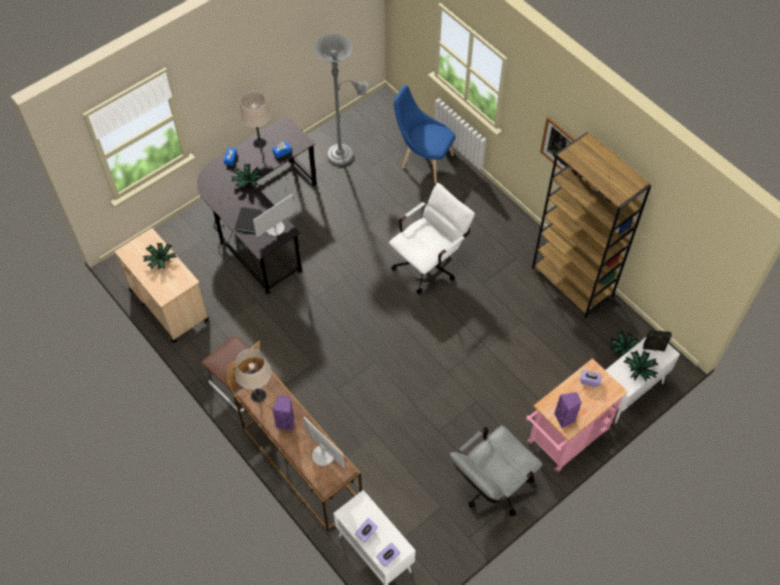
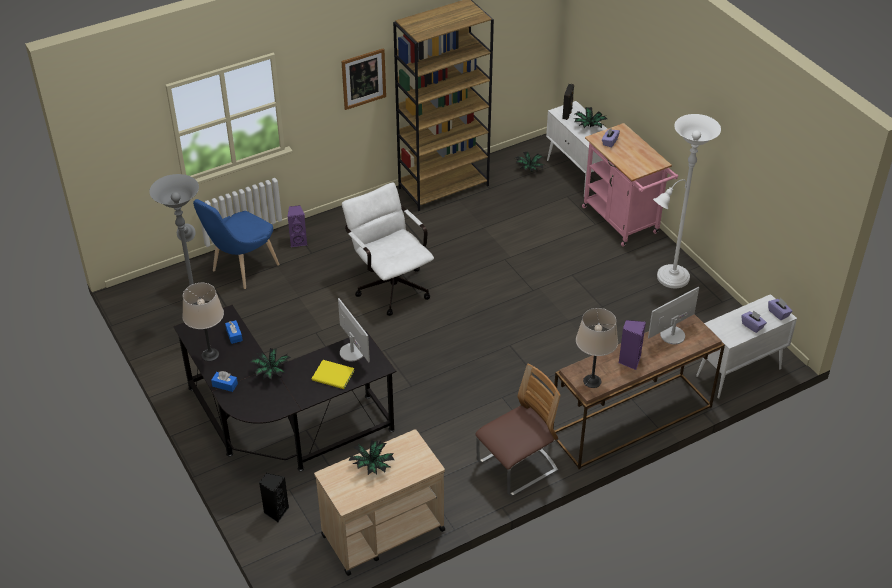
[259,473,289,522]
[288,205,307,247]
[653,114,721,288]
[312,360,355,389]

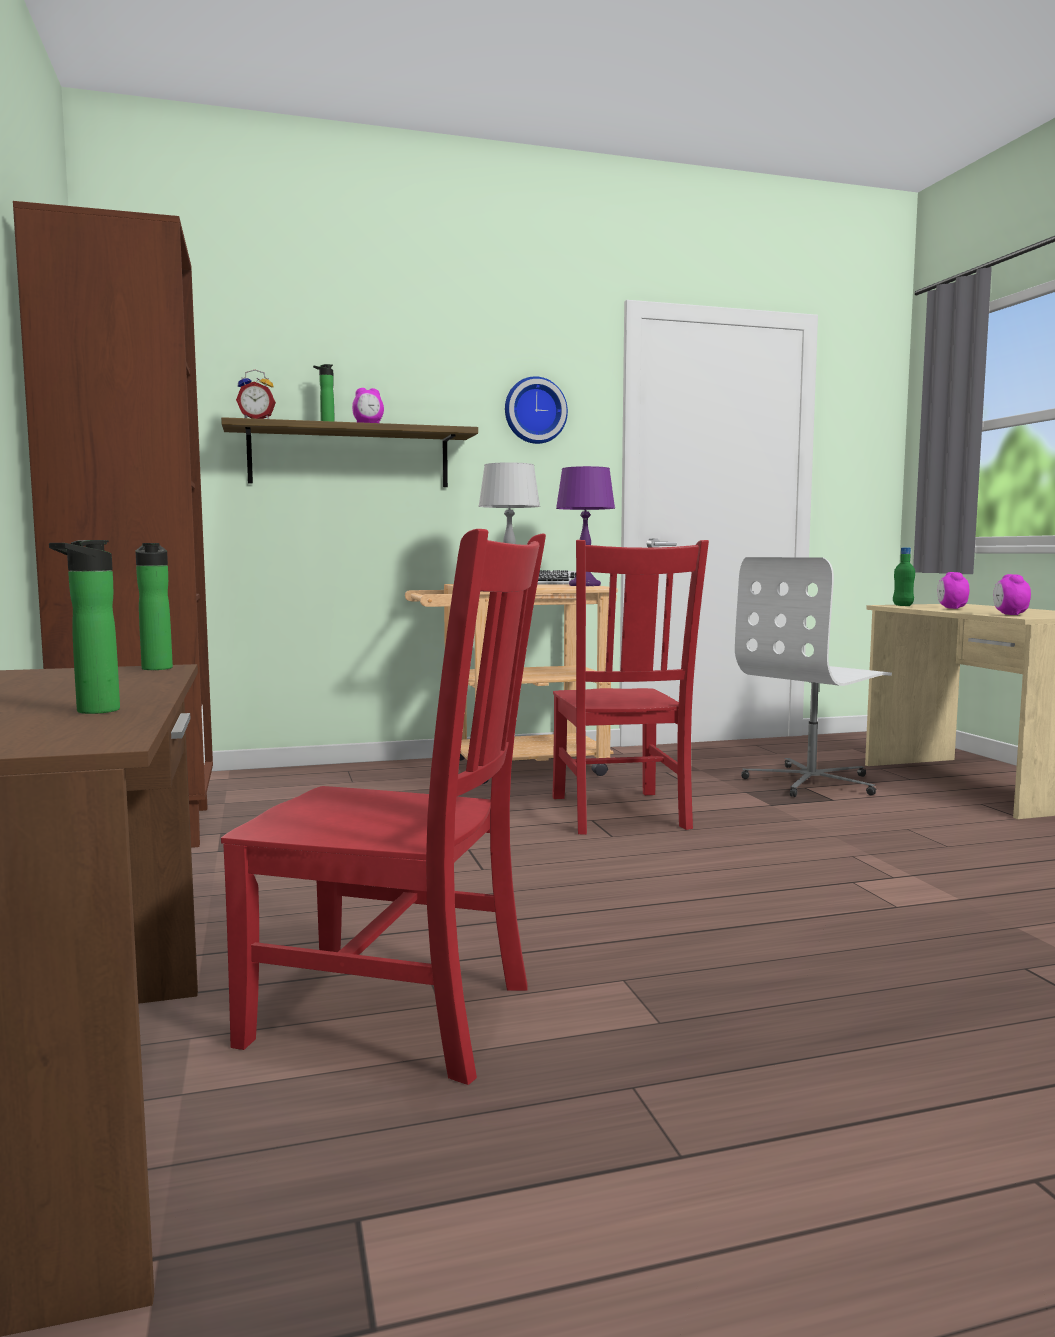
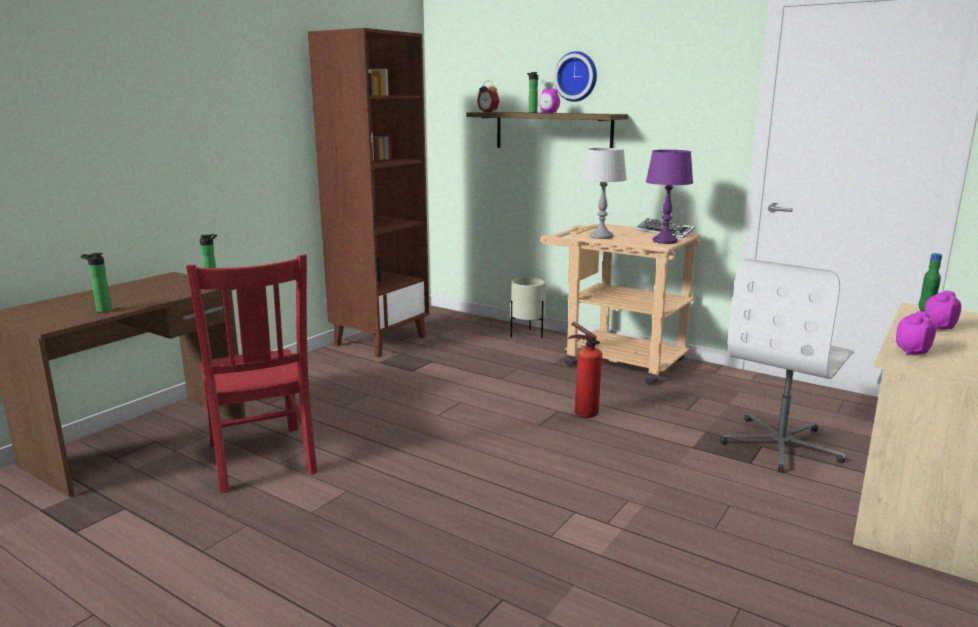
[511,277,546,338]
[554,51,597,102]
[568,322,602,418]
[720,258,854,472]

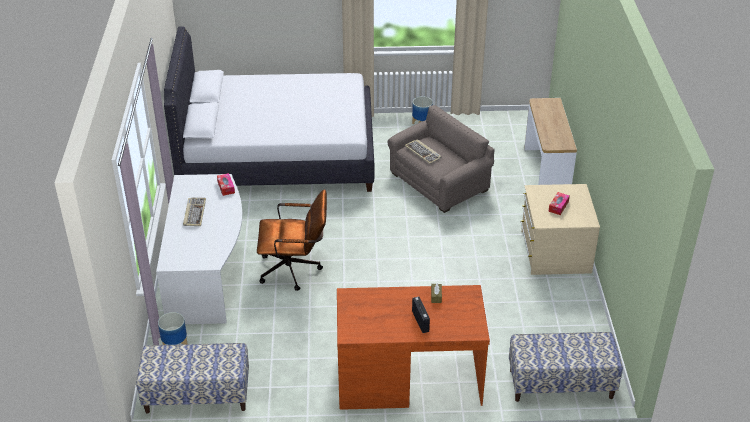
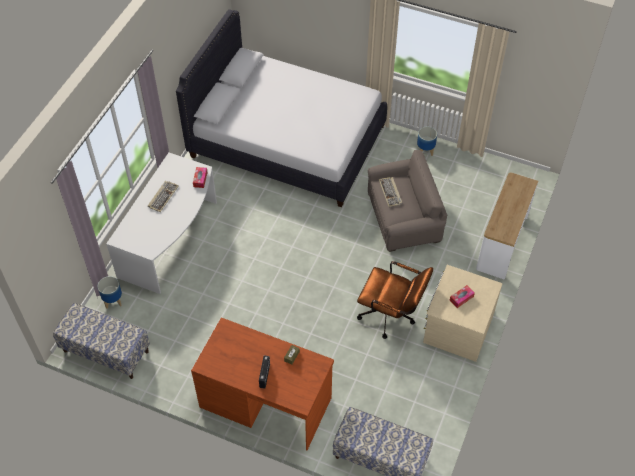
[357,261,433,339]

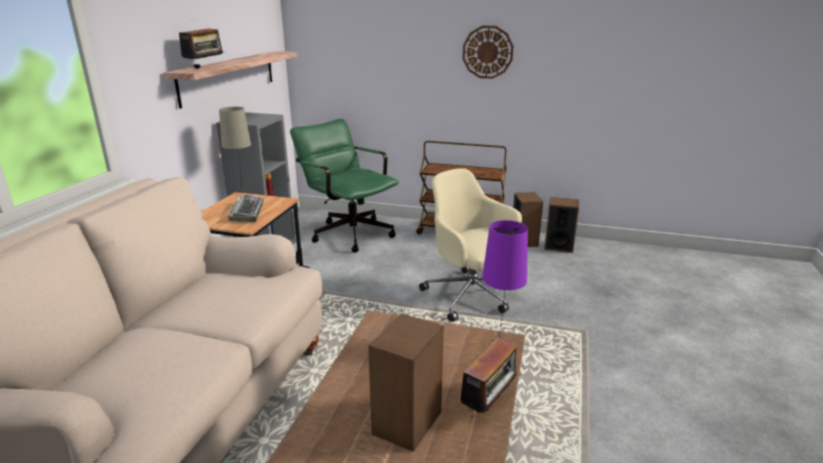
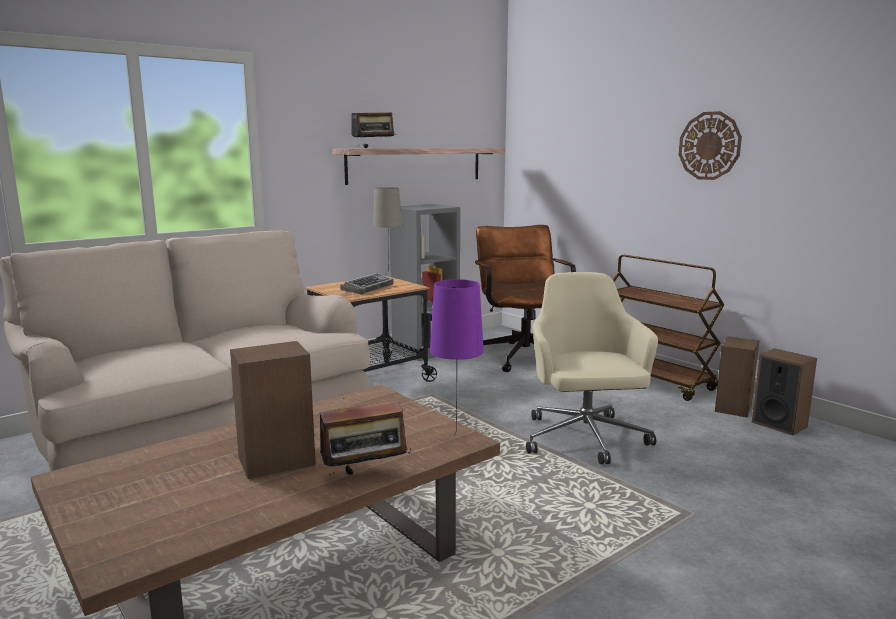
[475,225,576,372]

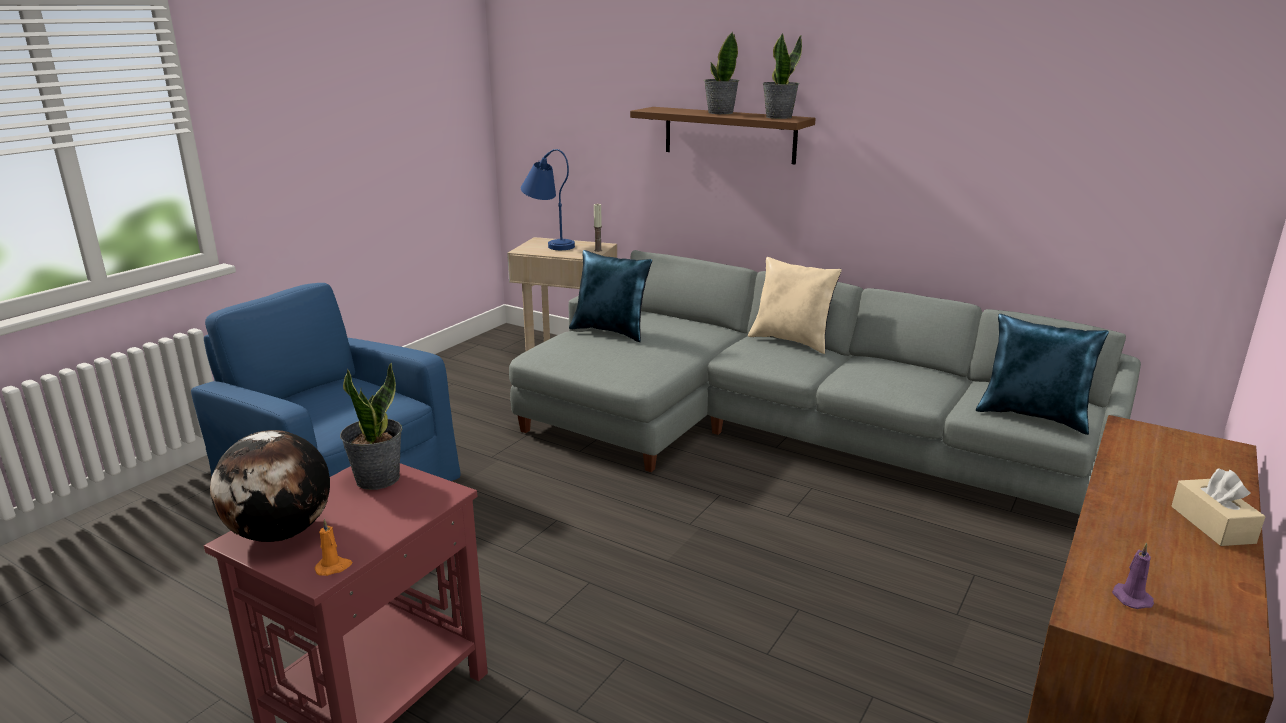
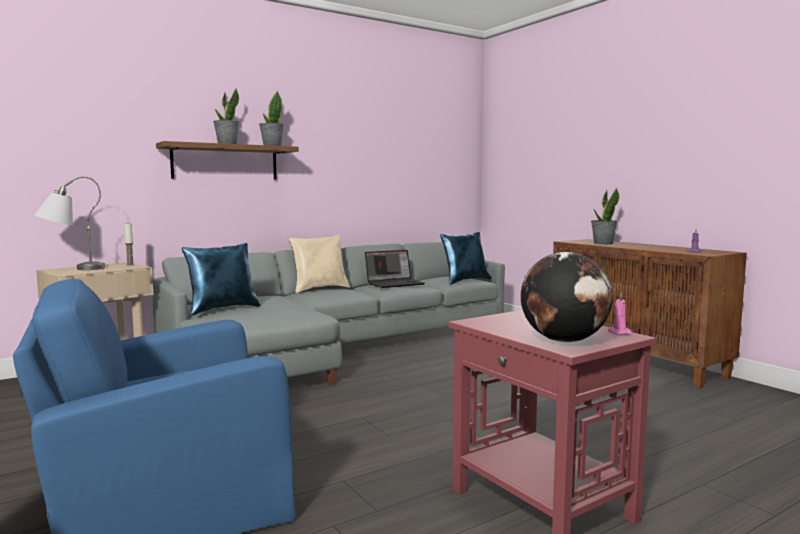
[1171,468,1266,546] (first image)
[365,250,425,288]
[591,188,619,244]
[608,292,632,335]
[34,176,105,270]

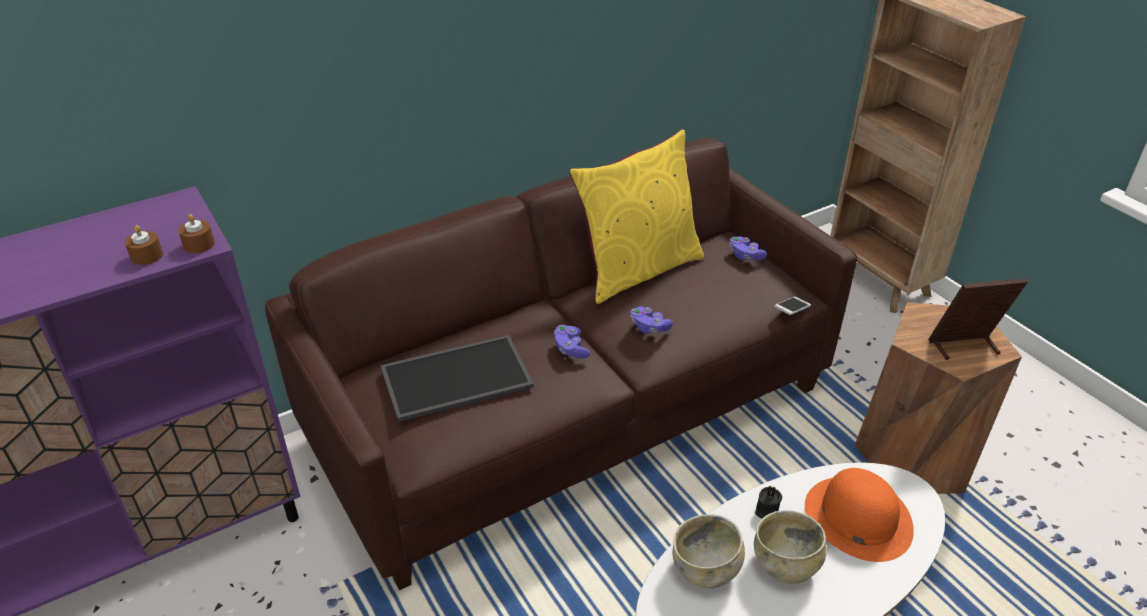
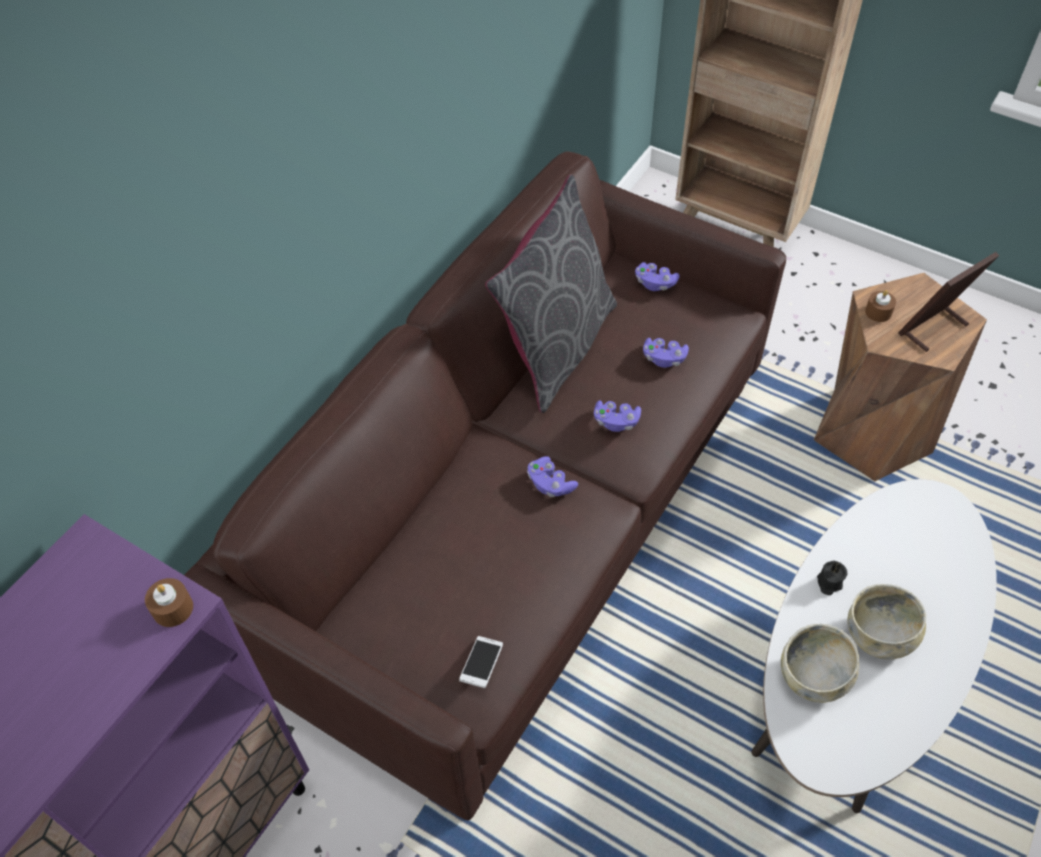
[380,335,534,422] (first image)
[805,468,914,562] (first image)
[643,338,689,368]
[865,290,896,322]
[459,636,503,688]
[485,174,617,413]

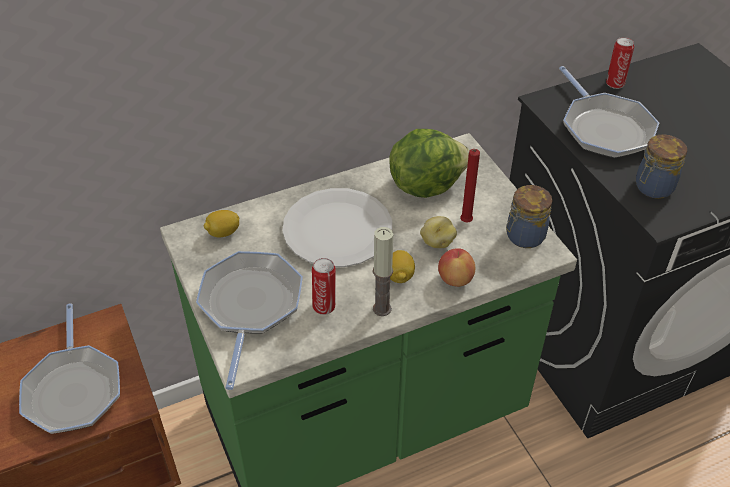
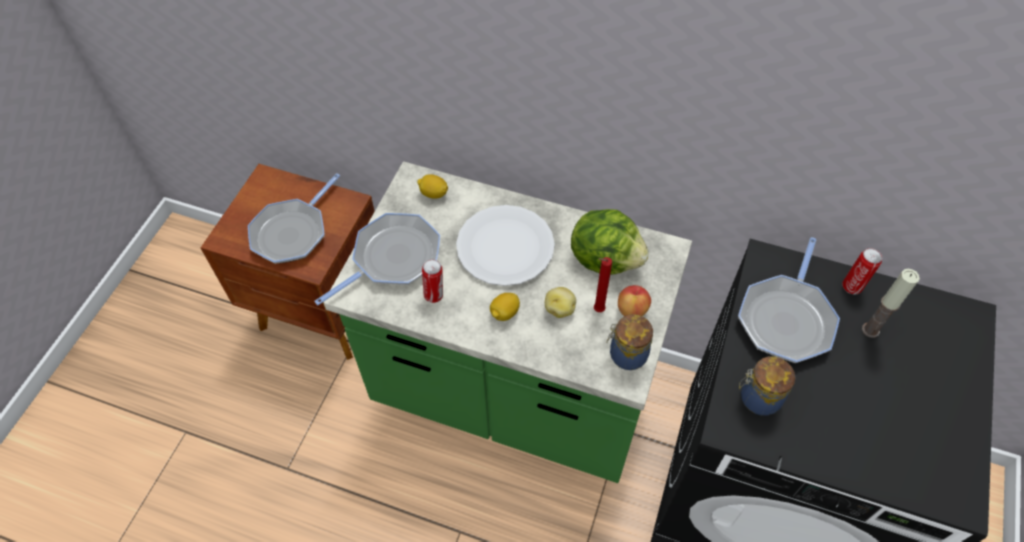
[862,269,920,338]
[618,285,651,316]

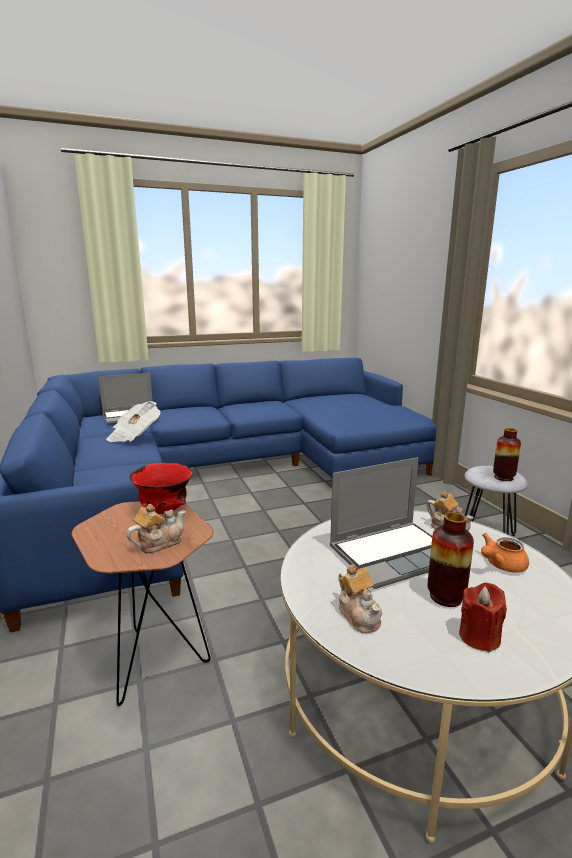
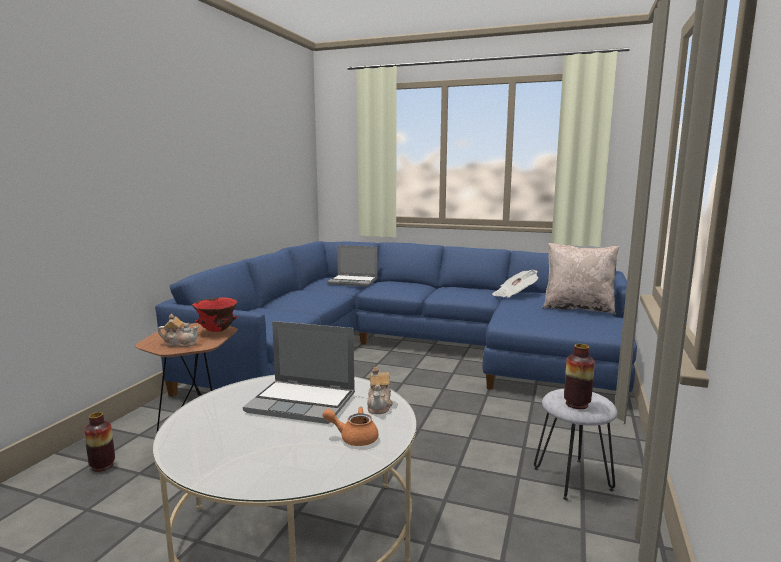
[338,564,382,633] (first image)
[459,583,507,652] (first image)
[542,243,619,314]
[492,270,538,297]
[84,412,115,472]

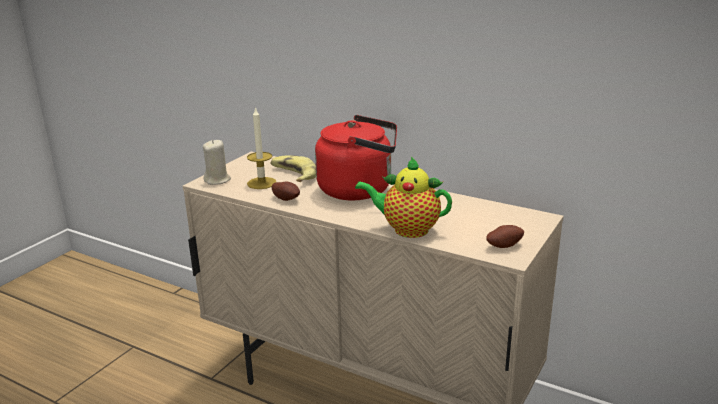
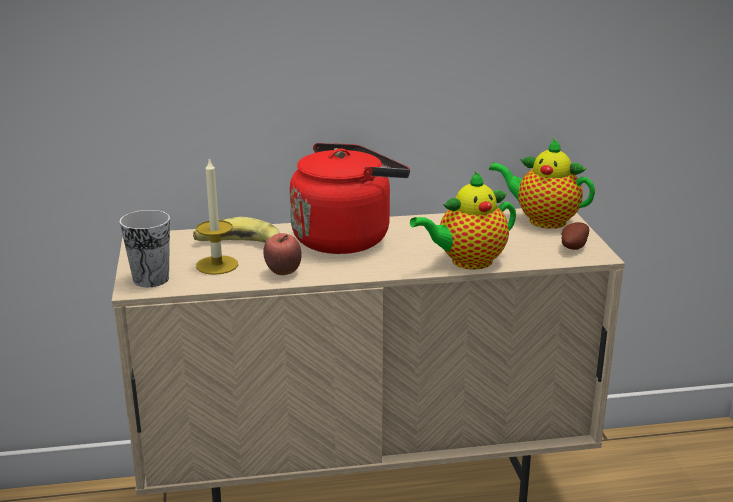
[489,138,595,229]
[120,210,170,287]
[263,233,302,275]

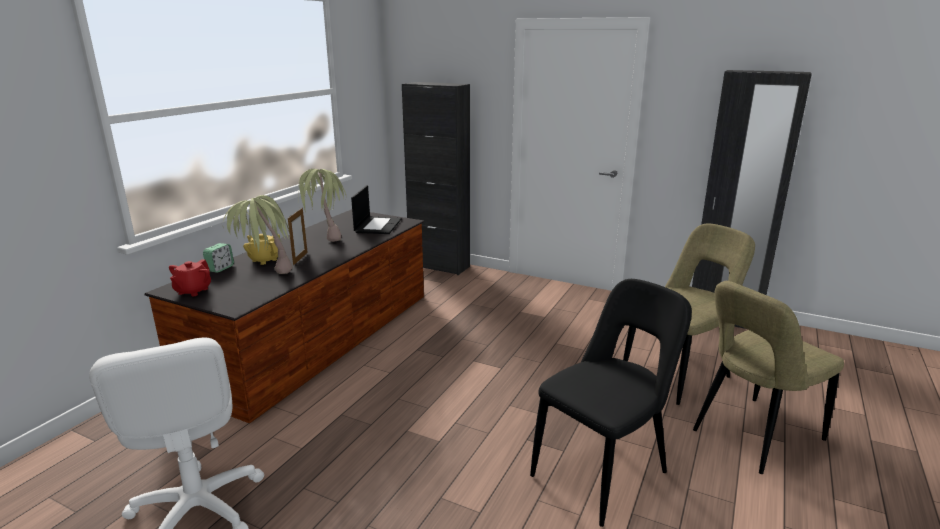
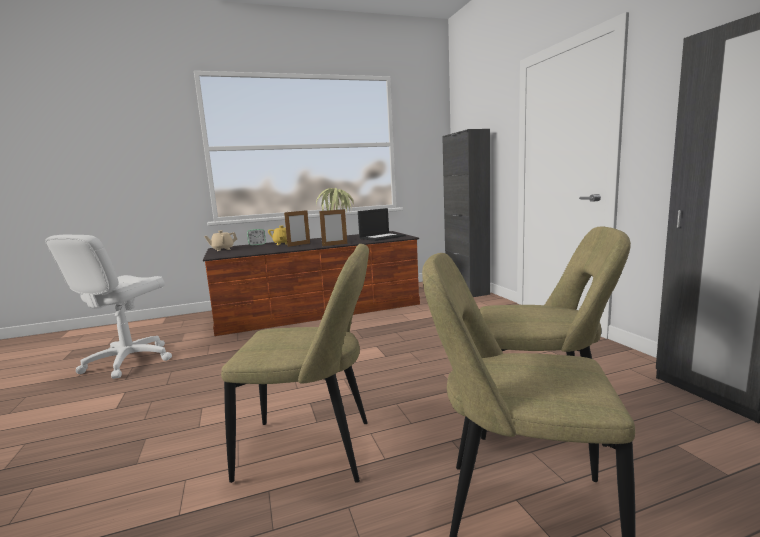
[223,195,292,274] (first image)
[319,208,347,246]
[204,230,237,251]
[221,244,369,483]

